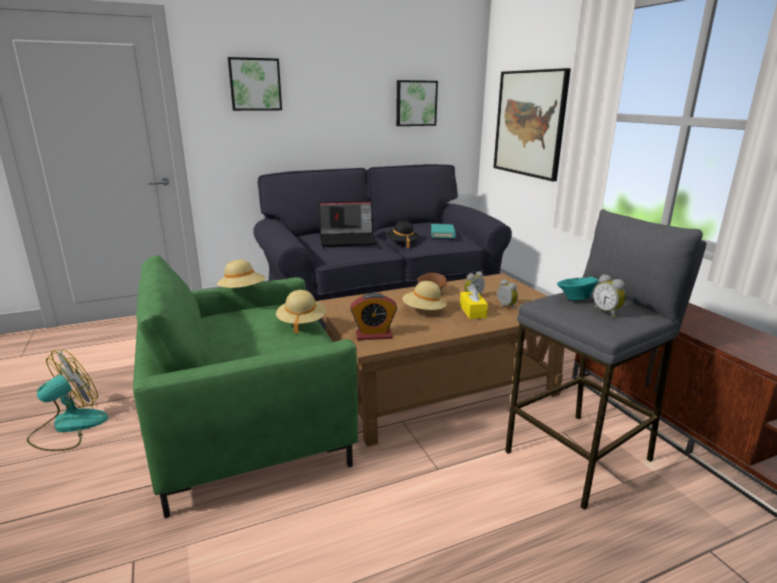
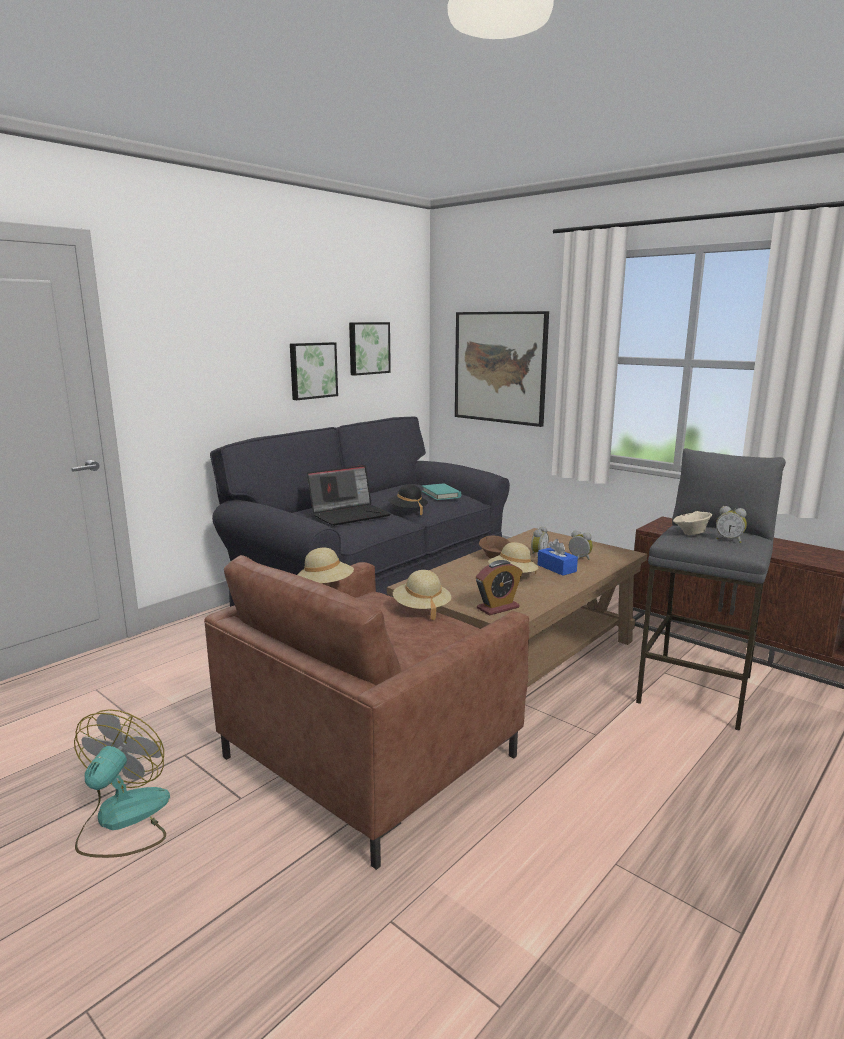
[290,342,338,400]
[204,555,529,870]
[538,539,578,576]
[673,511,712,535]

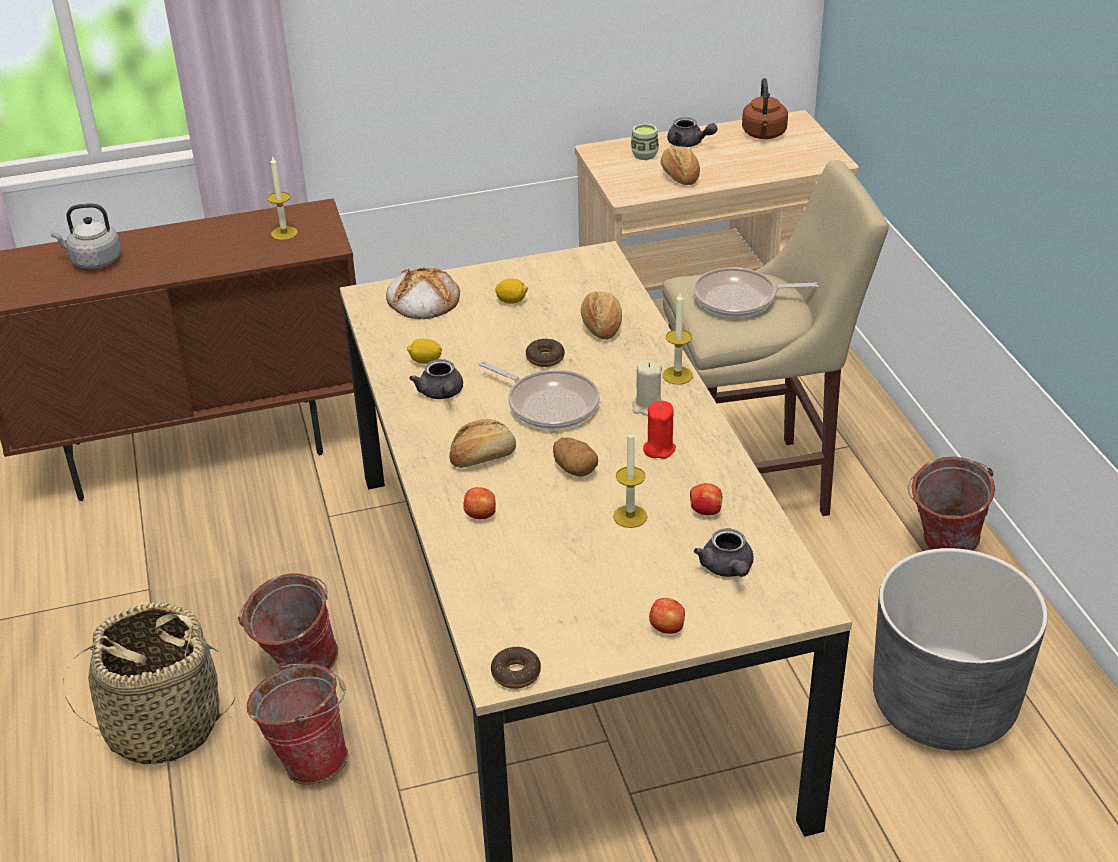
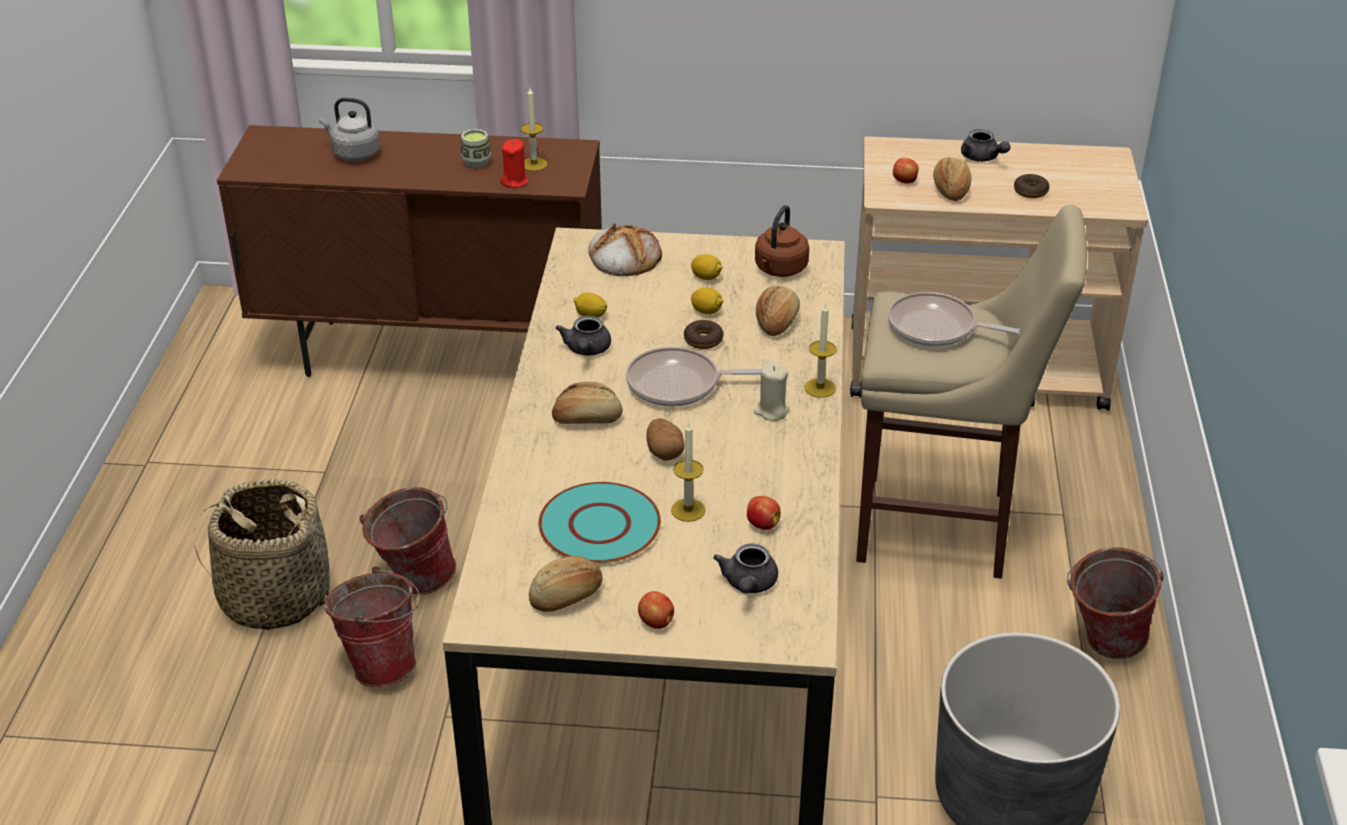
[529,556,603,612]
[538,482,661,563]
[691,288,724,314]
[893,158,919,184]
[1014,174,1049,198]
[461,129,491,168]
[501,139,528,188]
[755,205,809,277]
[626,347,762,407]

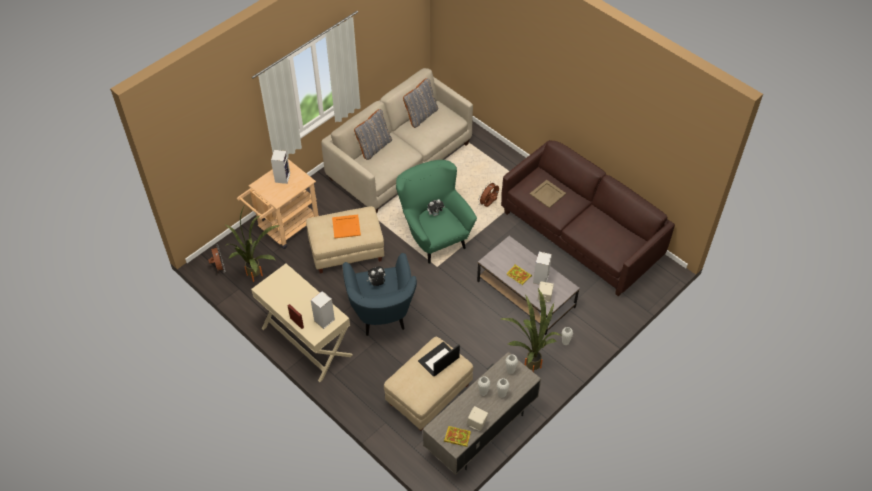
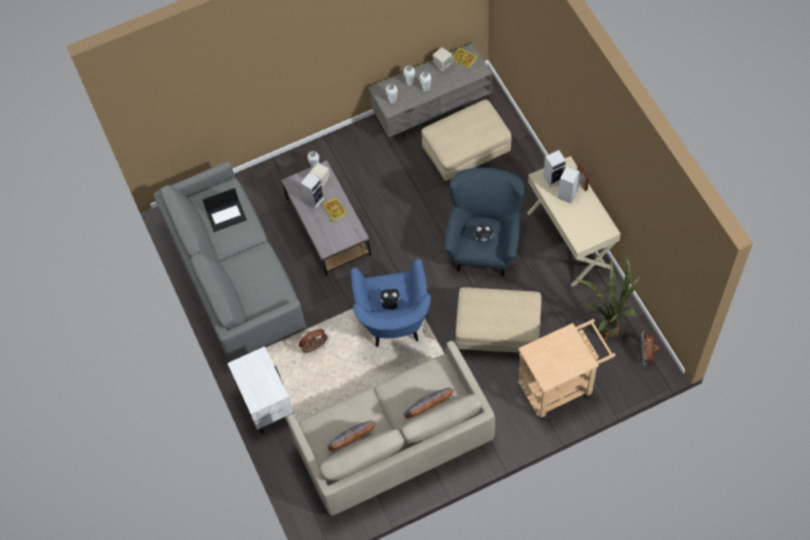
[332,215,361,239] (first image)
[501,288,561,372] (first image)
[530,180,566,208] (first image)
[227,346,294,434]
[558,166,580,204]
[202,188,247,232]
[351,259,431,347]
[153,162,306,362]

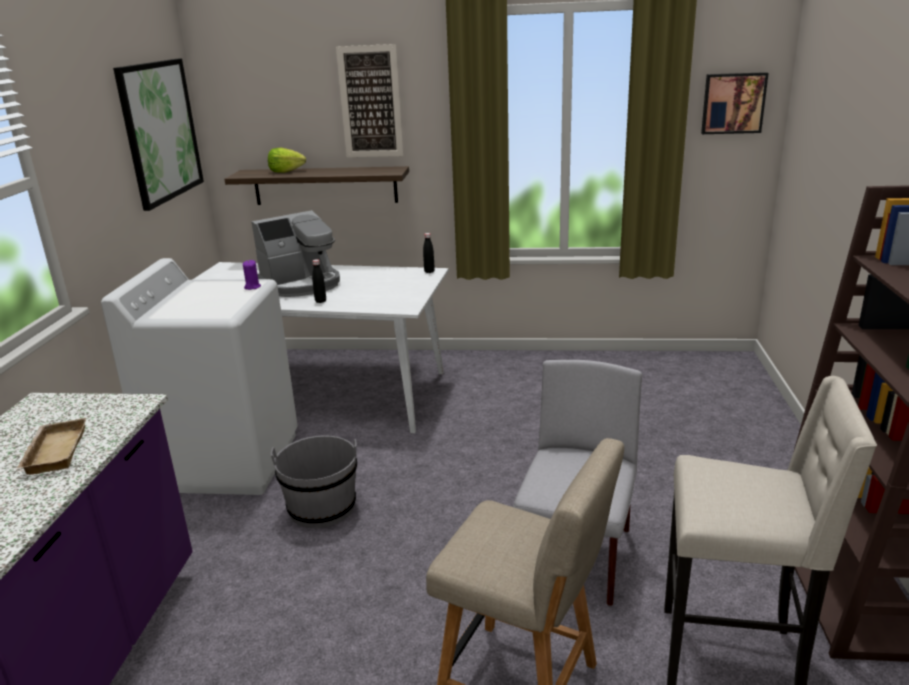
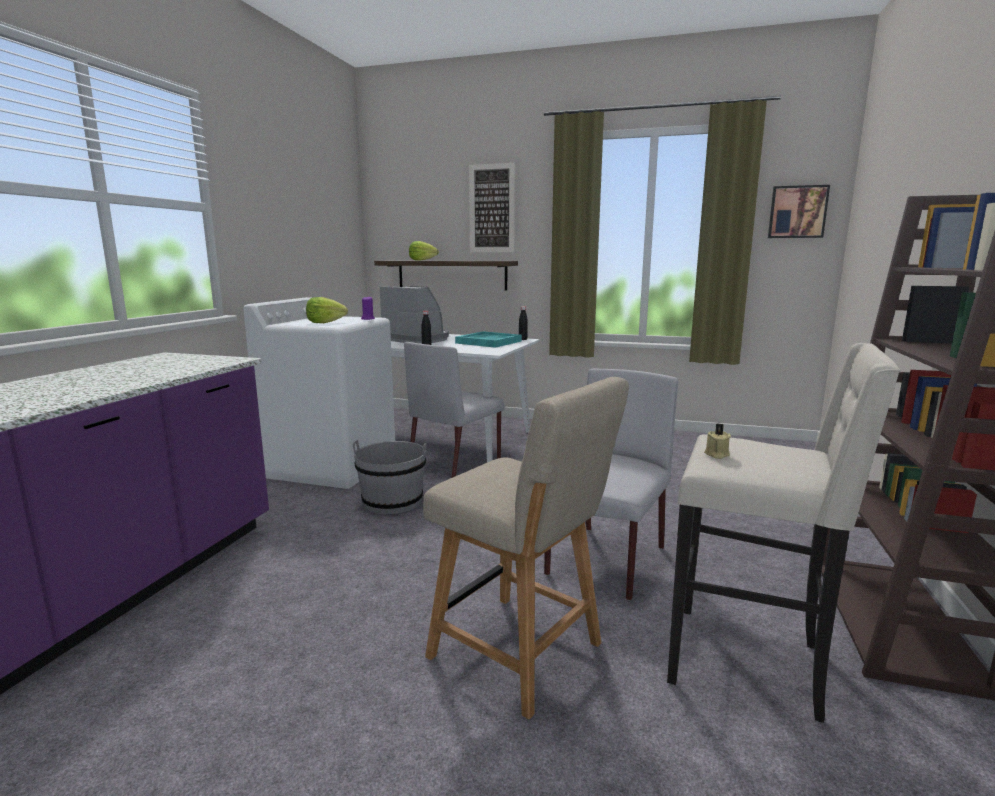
[17,418,86,475] (first image)
[113,58,204,211] (first image)
[306,297,348,323]
[404,342,505,478]
[455,331,522,348]
[704,423,731,459]
[380,286,449,344]

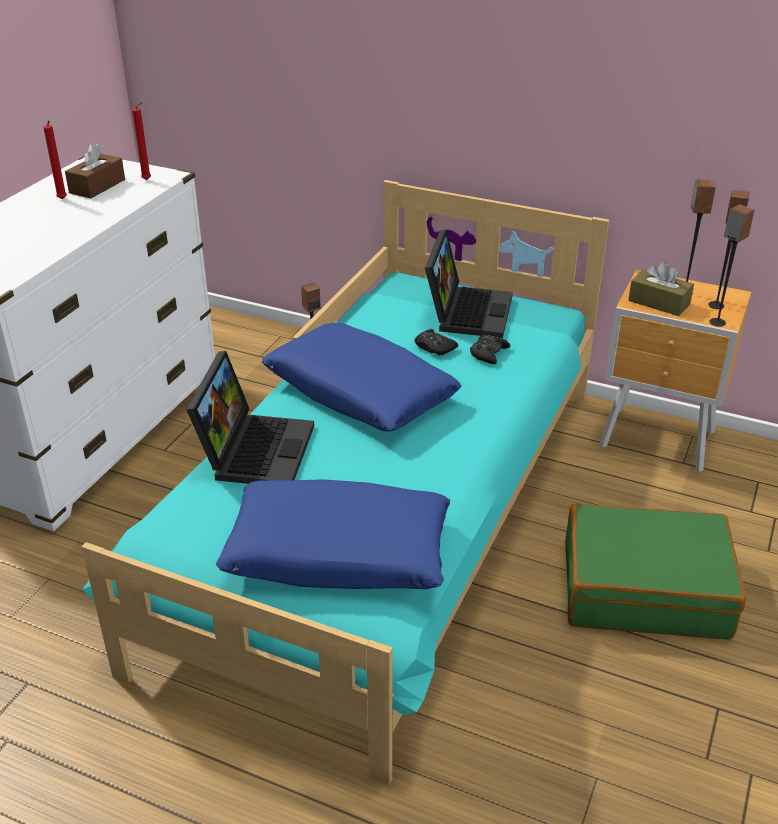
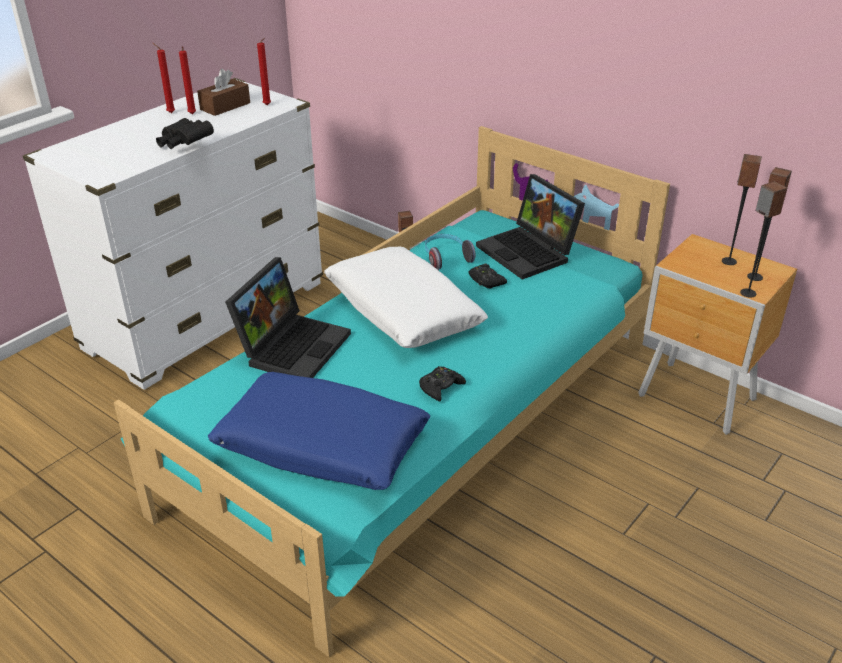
[565,504,746,639] (first image)
[628,262,694,316] (first image)
[153,43,175,113]
[156,118,214,149]
[425,234,475,270]
[419,366,466,402]
[324,247,488,348]
[476,174,585,280]

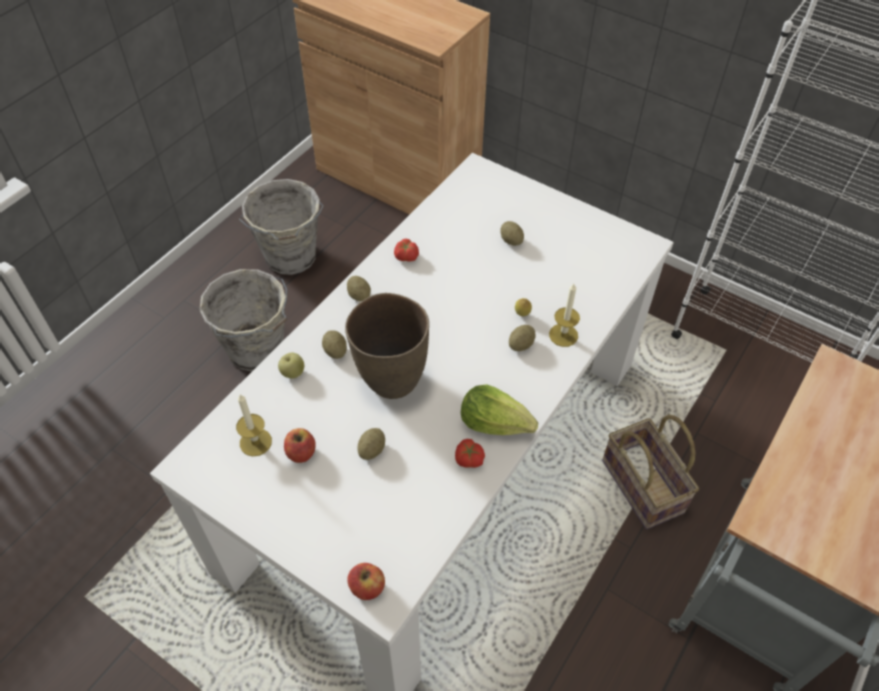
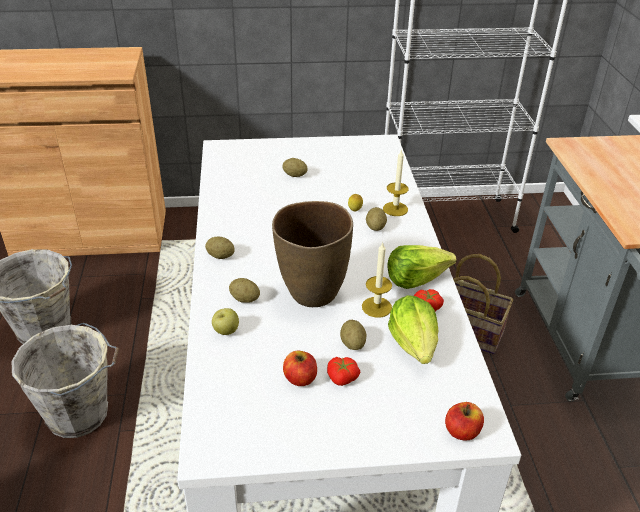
[388,295,438,364]
[362,243,392,318]
[327,357,361,386]

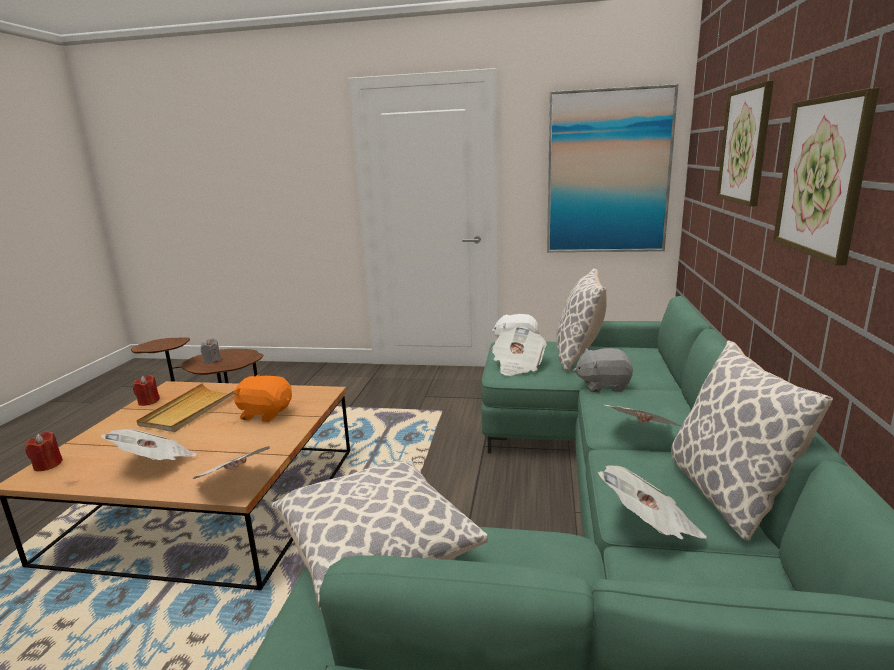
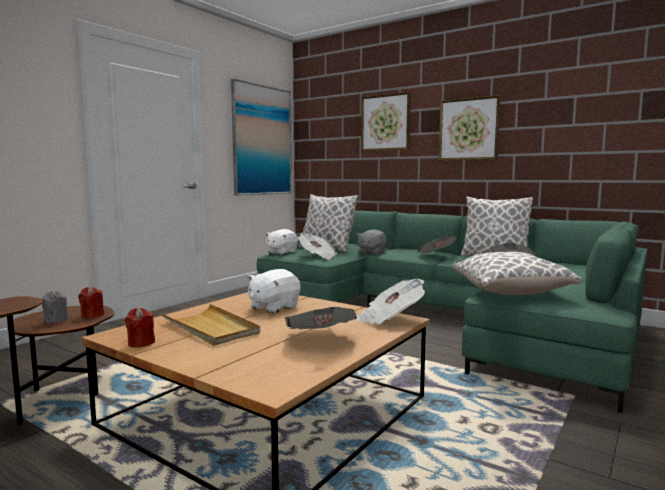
[78,287,104,319]
[248,269,301,314]

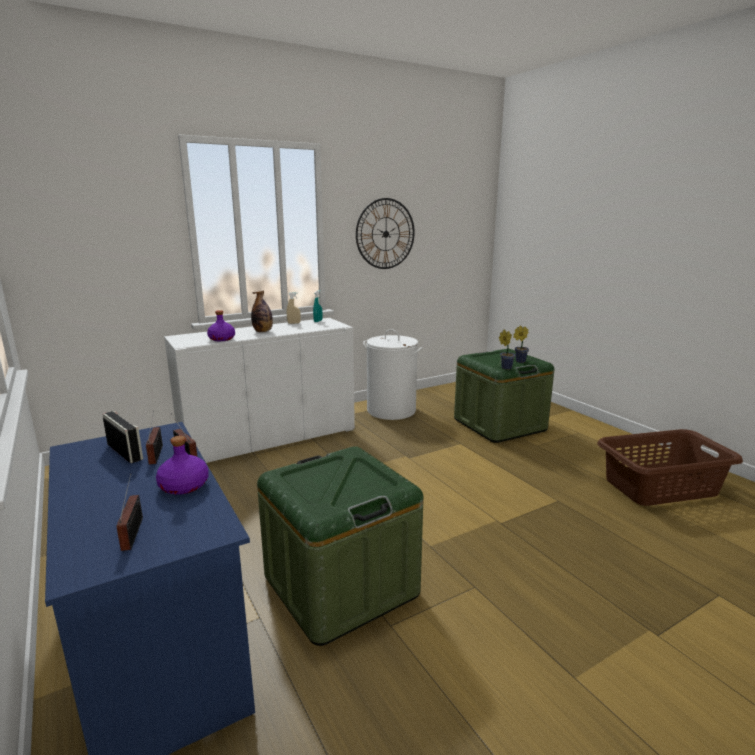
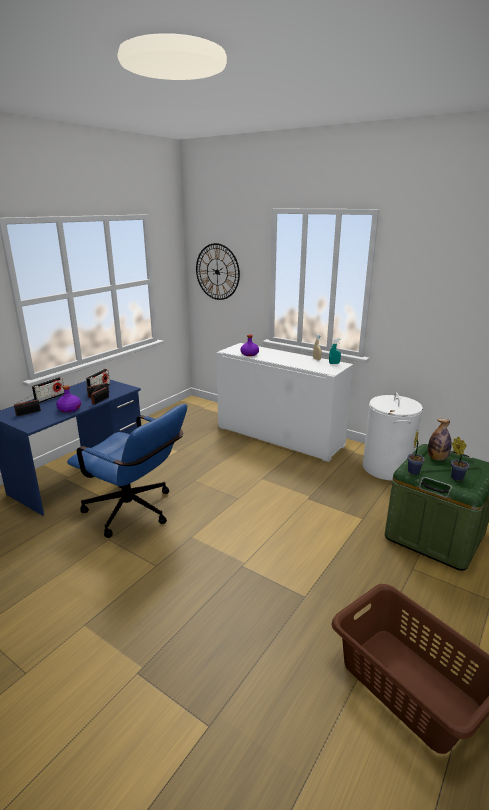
[32,377,64,403]
[428,419,452,460]
[196,243,240,300]
[67,404,187,538]

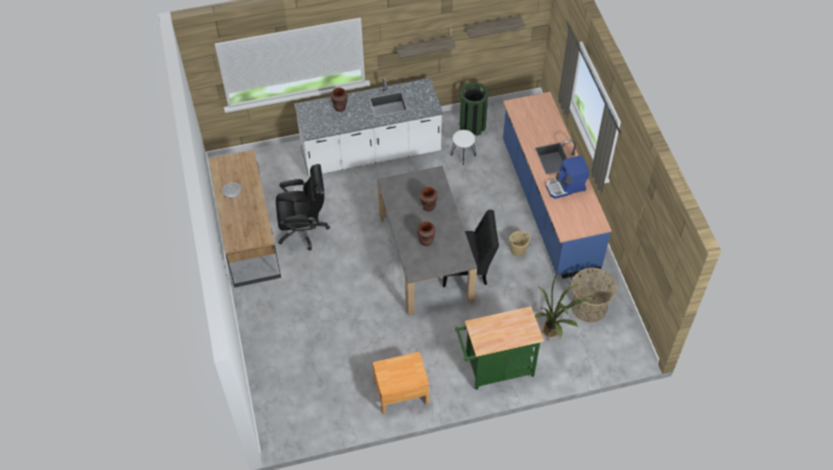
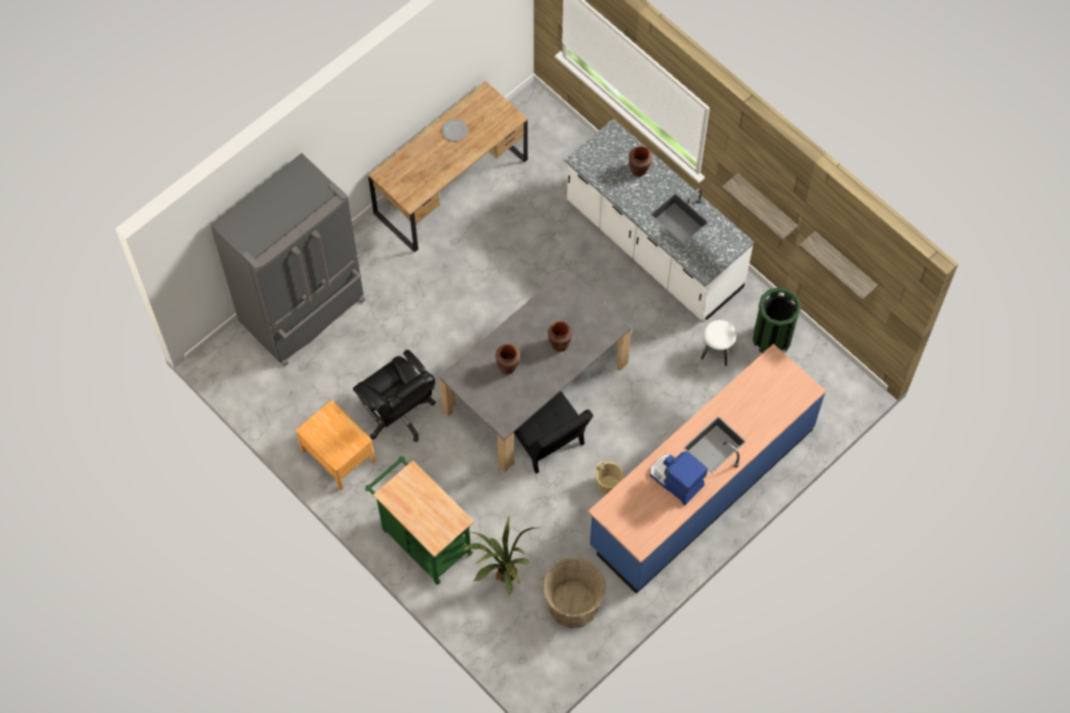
[210,153,365,366]
[353,350,436,442]

